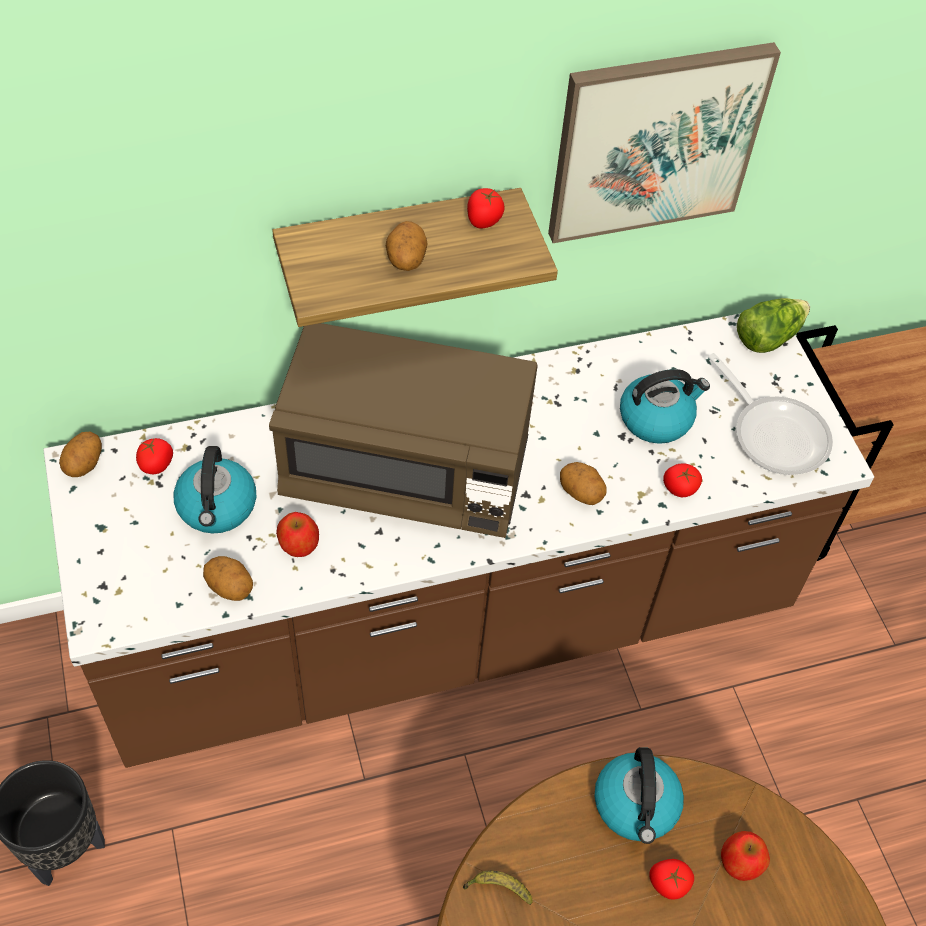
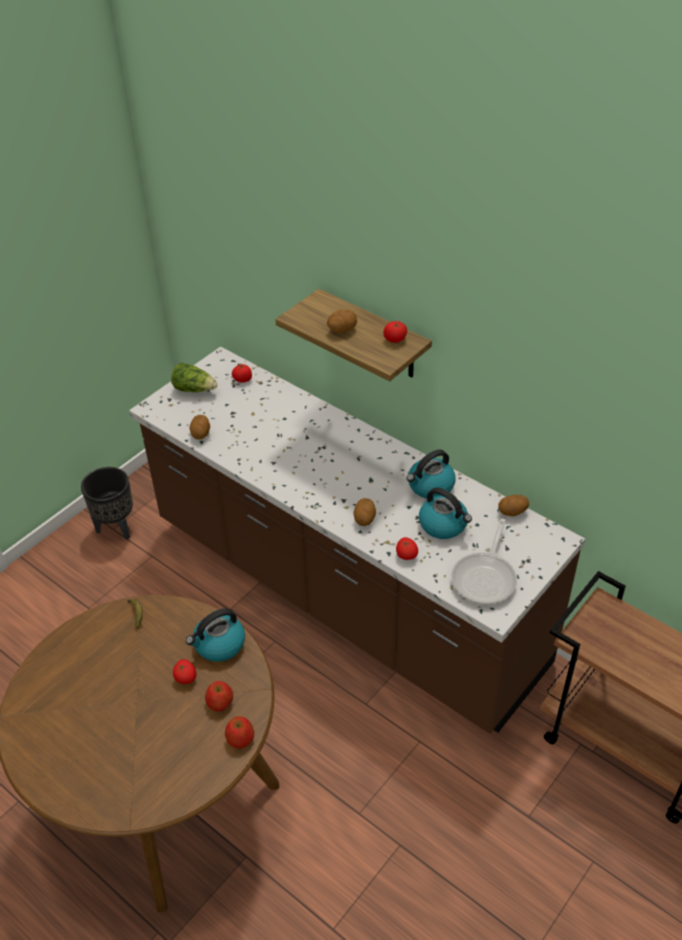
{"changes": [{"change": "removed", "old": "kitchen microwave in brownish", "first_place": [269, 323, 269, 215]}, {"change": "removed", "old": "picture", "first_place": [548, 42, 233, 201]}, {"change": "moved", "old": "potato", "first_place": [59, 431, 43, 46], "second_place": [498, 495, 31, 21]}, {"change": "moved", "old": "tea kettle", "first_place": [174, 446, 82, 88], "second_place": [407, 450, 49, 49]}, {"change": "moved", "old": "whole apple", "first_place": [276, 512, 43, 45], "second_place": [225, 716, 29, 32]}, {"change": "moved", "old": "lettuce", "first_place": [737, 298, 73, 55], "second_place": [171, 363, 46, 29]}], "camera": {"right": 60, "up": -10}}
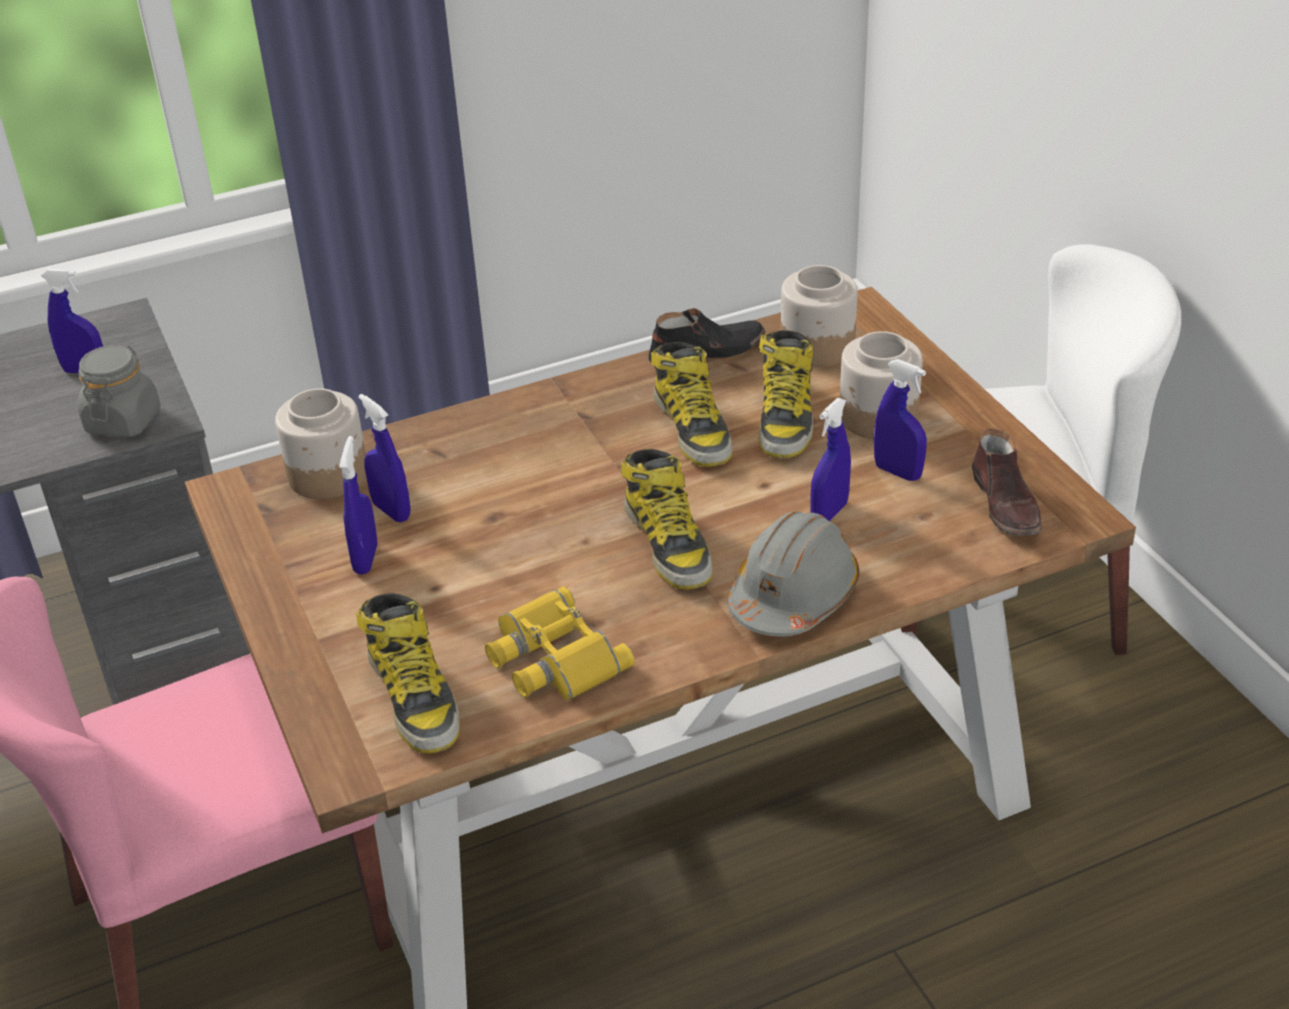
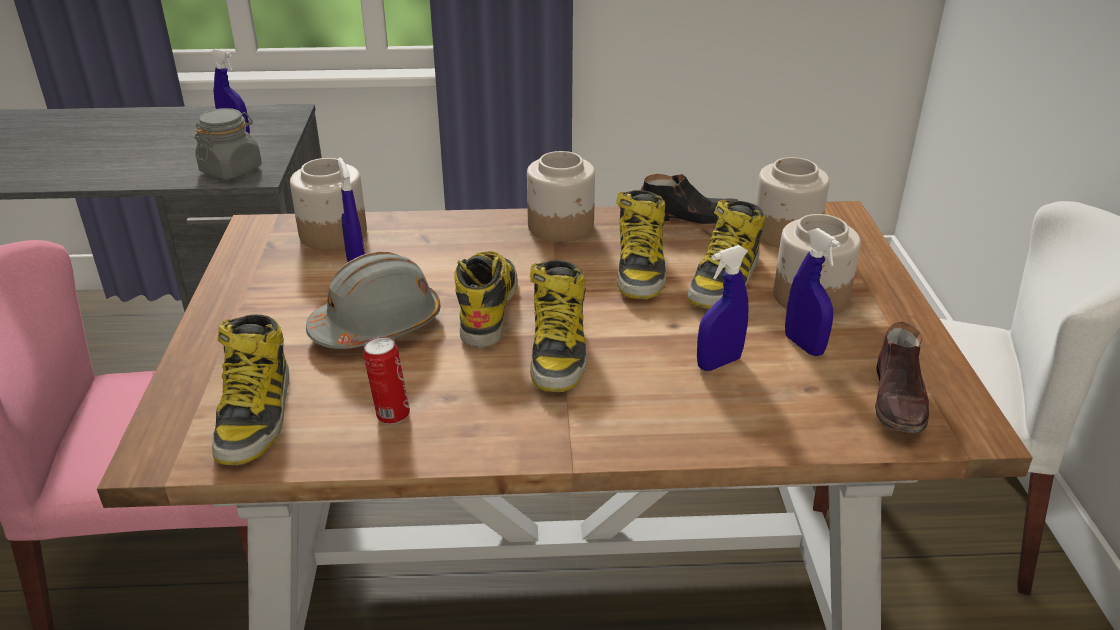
{"changes": [{"change": "removed", "old": "spray bottle in bluish", "first_place": [339, 436, 38, 138]}, {"change": "added", "new": "tall boot", "second_place": [454, 251, 64, 96]}, {"change": "added", "new": "storage jar", "second_place": [527, 151, 68, 91]}, {"change": "moved", "old": "work helmet in grey", "first_place": [728, 511, 132, 126], "second_place": [306, 252, 134, 97]}, {"change": "replaced", "old": "binoculars in yellow-coloured", "new": "sealed can", "first_place": [485, 587, 150, 114], "second_place": [363, 336, 47, 88]}], "camera": {"right": 20, "up": -5}}
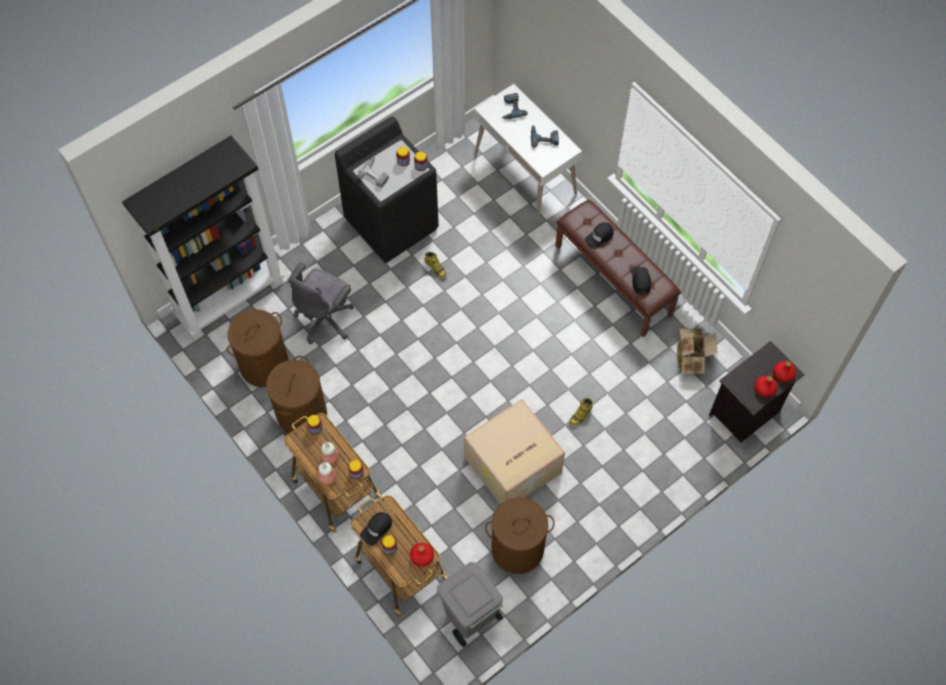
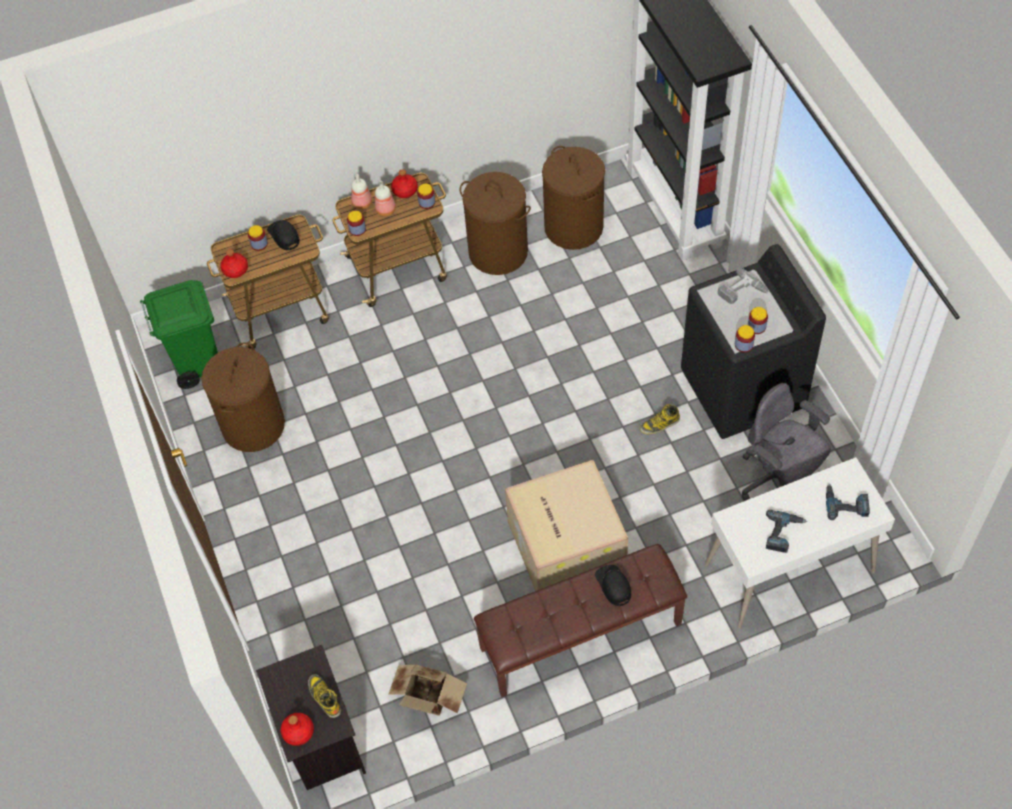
{"changes": [{"change": "removed", "old": "peaked cap in black", "first_place": [631, 267, 20, 28]}, {"change": "moved", "old": "desk chair in grey", "first_place": [288, 263, 66, 82], "second_place": [742, 383, 89, 118]}, {"change": "moved", "old": "packing box", "first_place": [464, 399, 101, 106], "second_place": [505, 460, 123, 131]}, {"change": "moved", "old": "tall boot", "first_place": [569, 398, 24, 29], "second_place": [308, 674, 33, 44]}, {"change": "moved", "old": "bottle in red-coloured", "first_place": [755, 376, 23, 21], "second_place": [391, 169, 27, 29]}, {"change": "recoloured", "old": "rubbish bin in grey", "new": "rubbish bin in greenish", "first_place": [437, 562, 66, 85], "second_place": [140, 280, 78, 109]}], "camera": {"right": 110, "up": -5}}
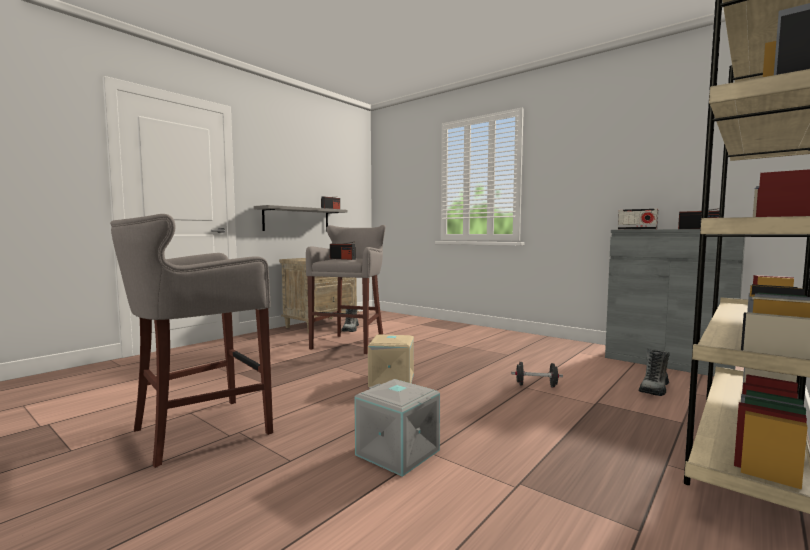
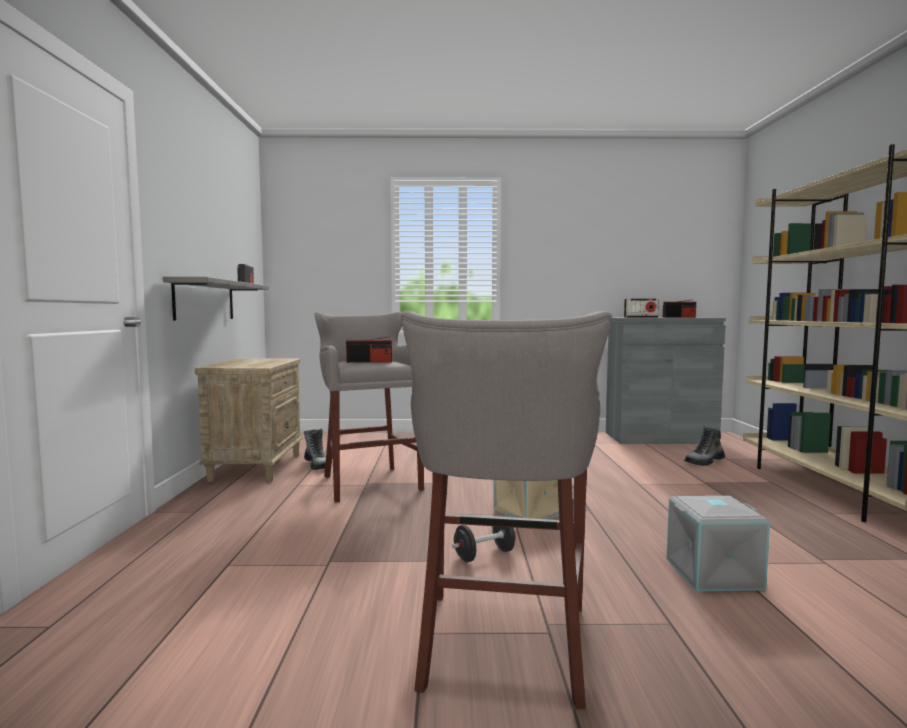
{"changes": [{"change": "moved", "old": "hand weight in black", "first_place": [511, 362, 52, 26], "second_place": [452, 516, 64, 46]}, {"change": "turned", "old": "tall boot", "first_place": [639, 349, 31, 47], "second_place": [684, 427, 41, 39], "degrees": 60}], "camera": {"right": -40, "up": 0}}
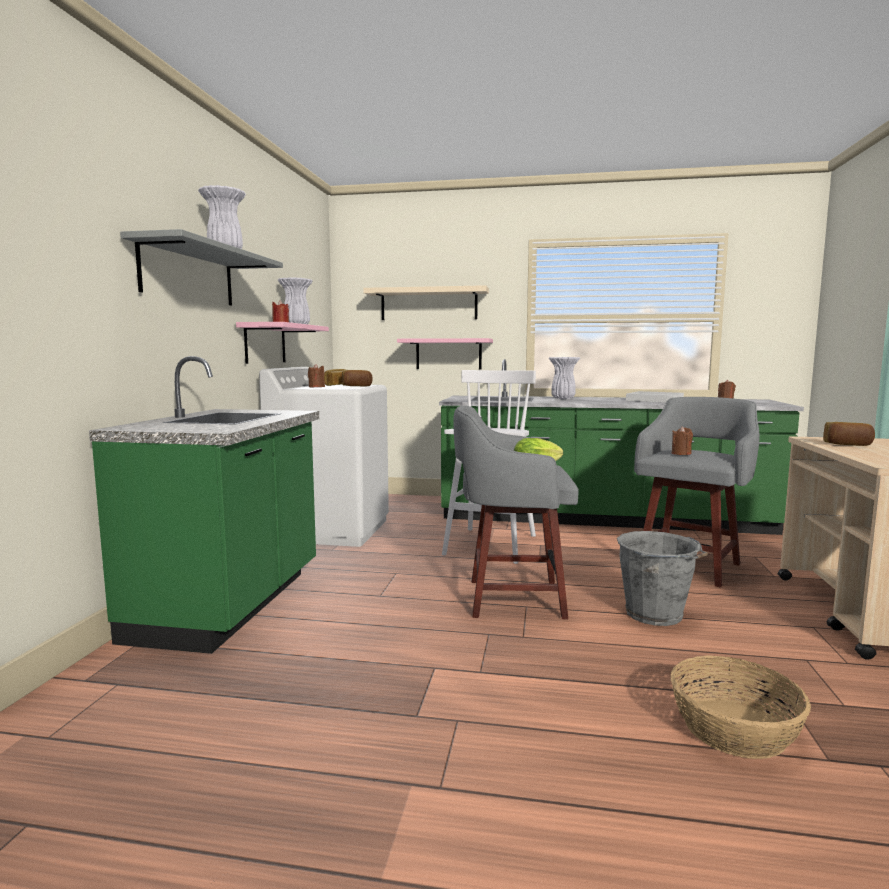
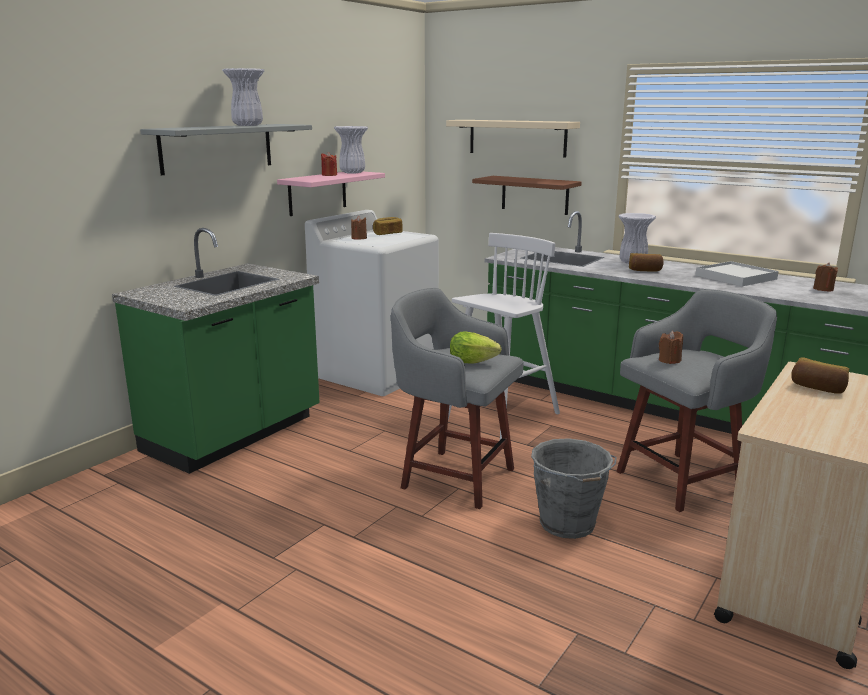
{"changes": [{"change": "removed", "old": "storage basket", "first_place": [670, 655, 141, 104]}, {"change": "moved", "old": "baked bread", "first_place": [342, 370, 31, 17], "second_place": [629, 253, 35, 19]}, {"change": "recoloured", "old": "bracket shelf in pink", "new": "bracket shelf in brownish", "first_place": [397, 338, 96, 31], "second_place": [472, 176, 110, 39]}], "camera": {"right": 25, "up": 10}}
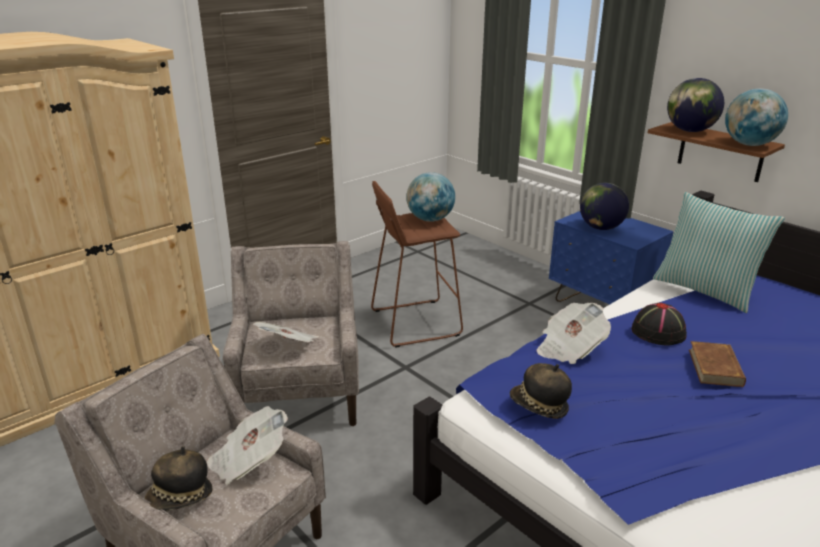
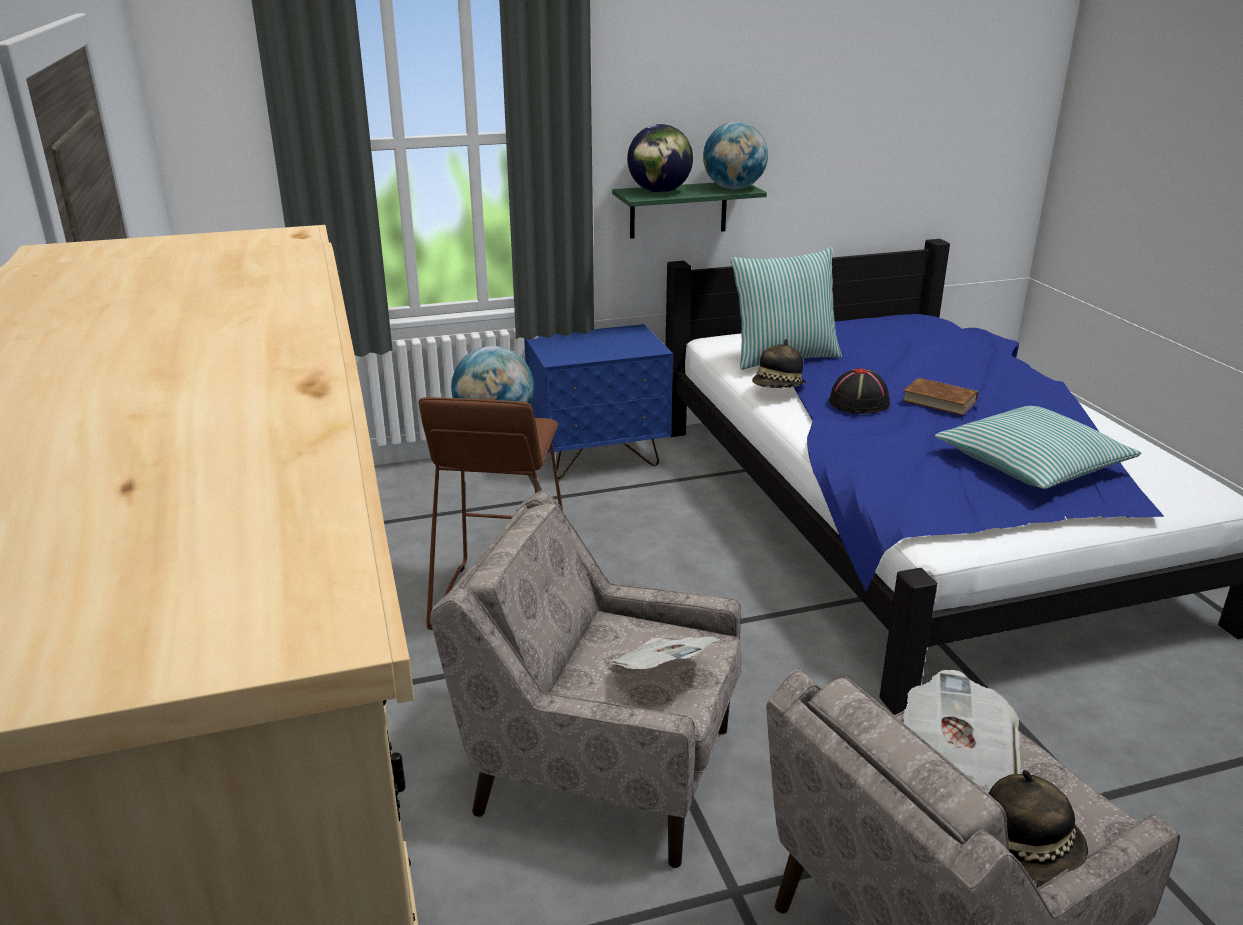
{"changes": [{"change": "removed", "old": "printed paper", "first_place": [537, 303, 74, 61]}, {"change": "removed", "old": "world globe", "first_place": [580, 183, 49, 47]}, {"change": "added", "new": "throw pillow", "second_place": [935, 406, 206, 83]}, {"change": "moved", "old": "clothing hat", "first_place": [510, 363, 62, 56], "second_place": [752, 339, 54, 49]}, {"change": "recoloured", "old": "bracket shelf in brownish", "new": "bracket shelf in greenish", "first_place": [648, 122, 137, 60], "second_place": [612, 183, 155, 56]}], "camera": {"right": -65, "up": 0}}
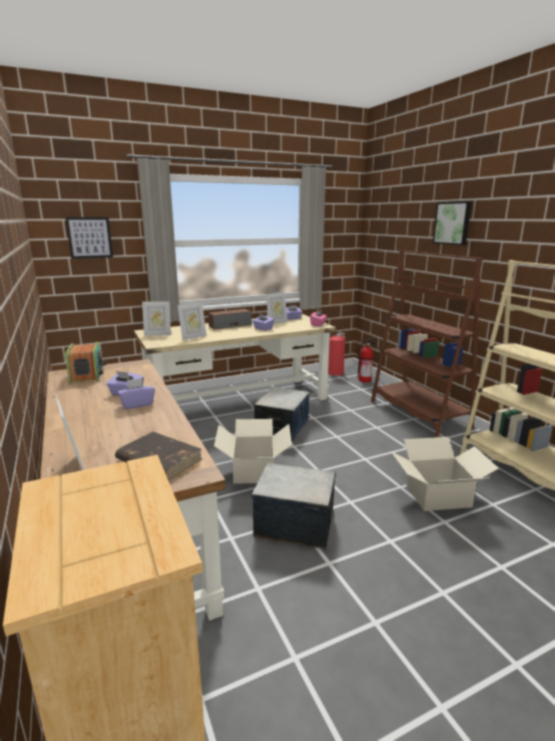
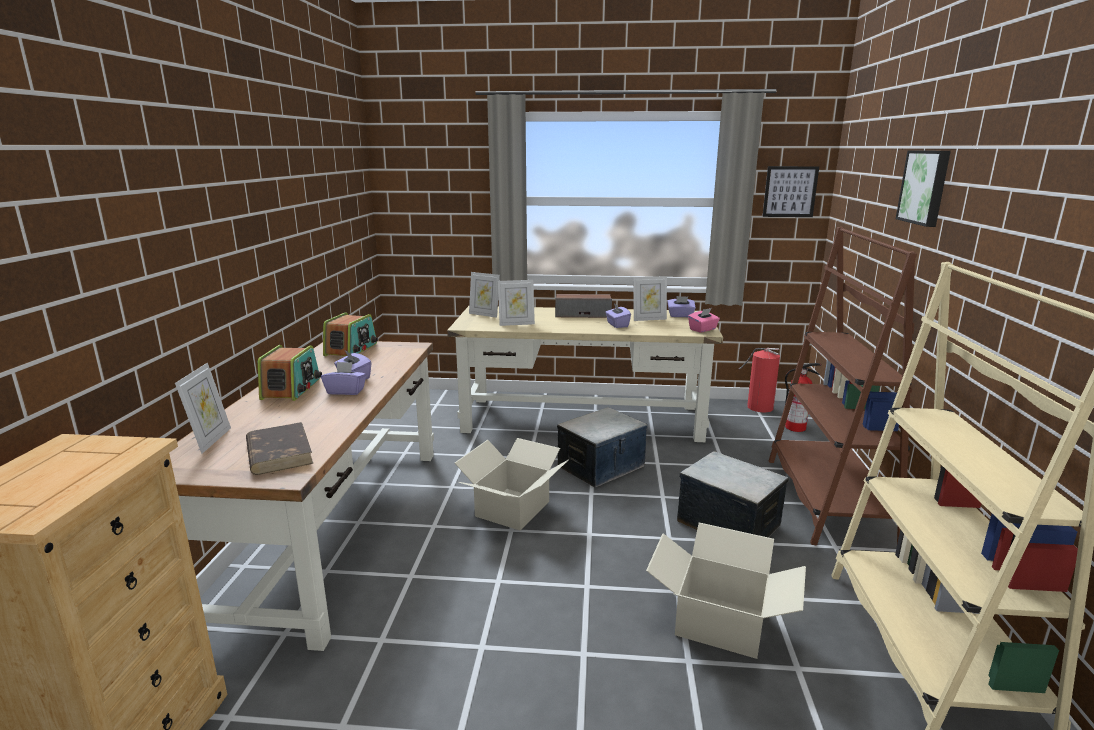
{"changes": [{"change": "added", "new": "radio", "second_place": [258, 345, 64, 56]}, {"change": "moved", "old": "picture", "first_place": [65, 217, 48, 42], "second_place": [762, 166, 57, 51]}, {"change": "moved", "old": "storage container", "first_place": [252, 463, 84, 86], "second_place": [677, 451, 112, 86]}], "camera": {"right": 30, "up": 0}}
